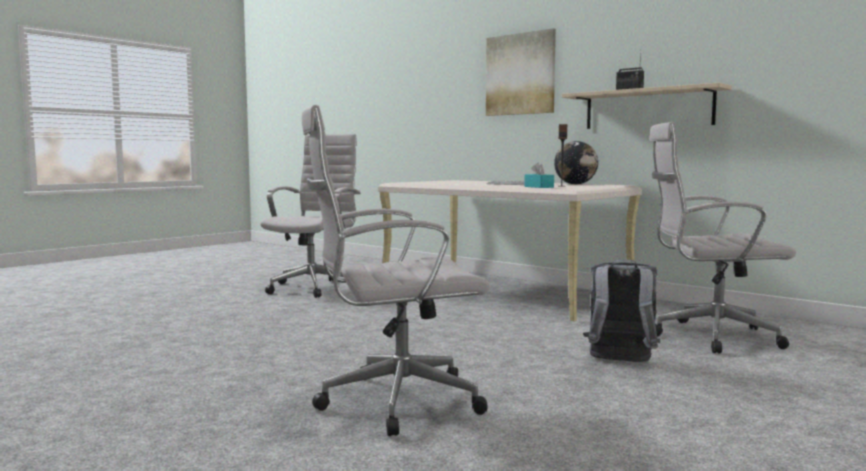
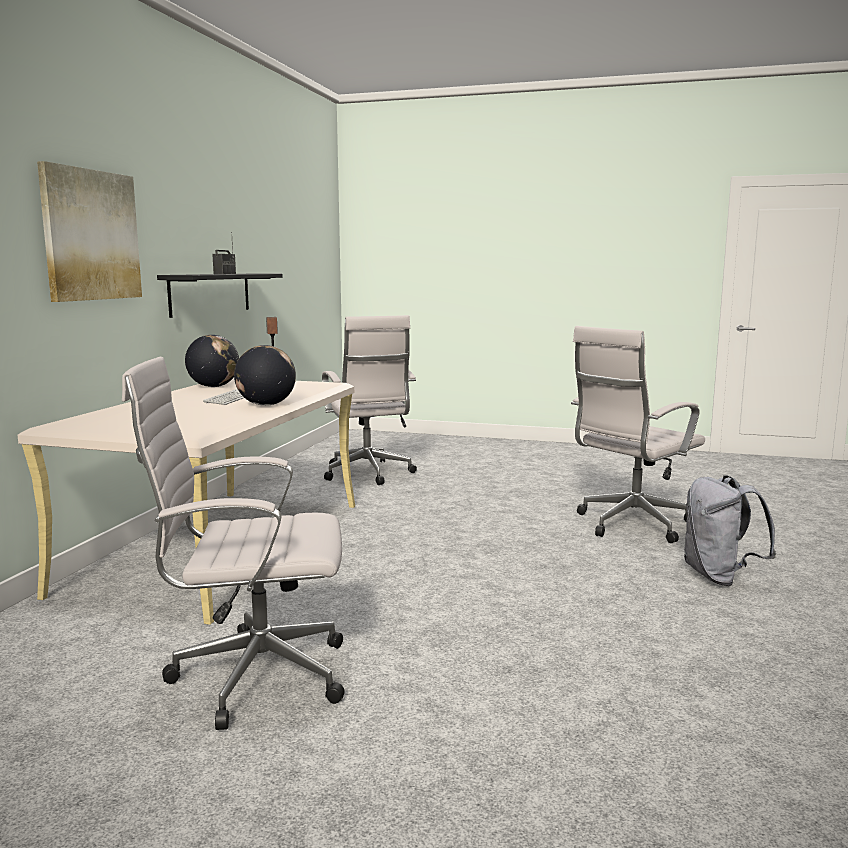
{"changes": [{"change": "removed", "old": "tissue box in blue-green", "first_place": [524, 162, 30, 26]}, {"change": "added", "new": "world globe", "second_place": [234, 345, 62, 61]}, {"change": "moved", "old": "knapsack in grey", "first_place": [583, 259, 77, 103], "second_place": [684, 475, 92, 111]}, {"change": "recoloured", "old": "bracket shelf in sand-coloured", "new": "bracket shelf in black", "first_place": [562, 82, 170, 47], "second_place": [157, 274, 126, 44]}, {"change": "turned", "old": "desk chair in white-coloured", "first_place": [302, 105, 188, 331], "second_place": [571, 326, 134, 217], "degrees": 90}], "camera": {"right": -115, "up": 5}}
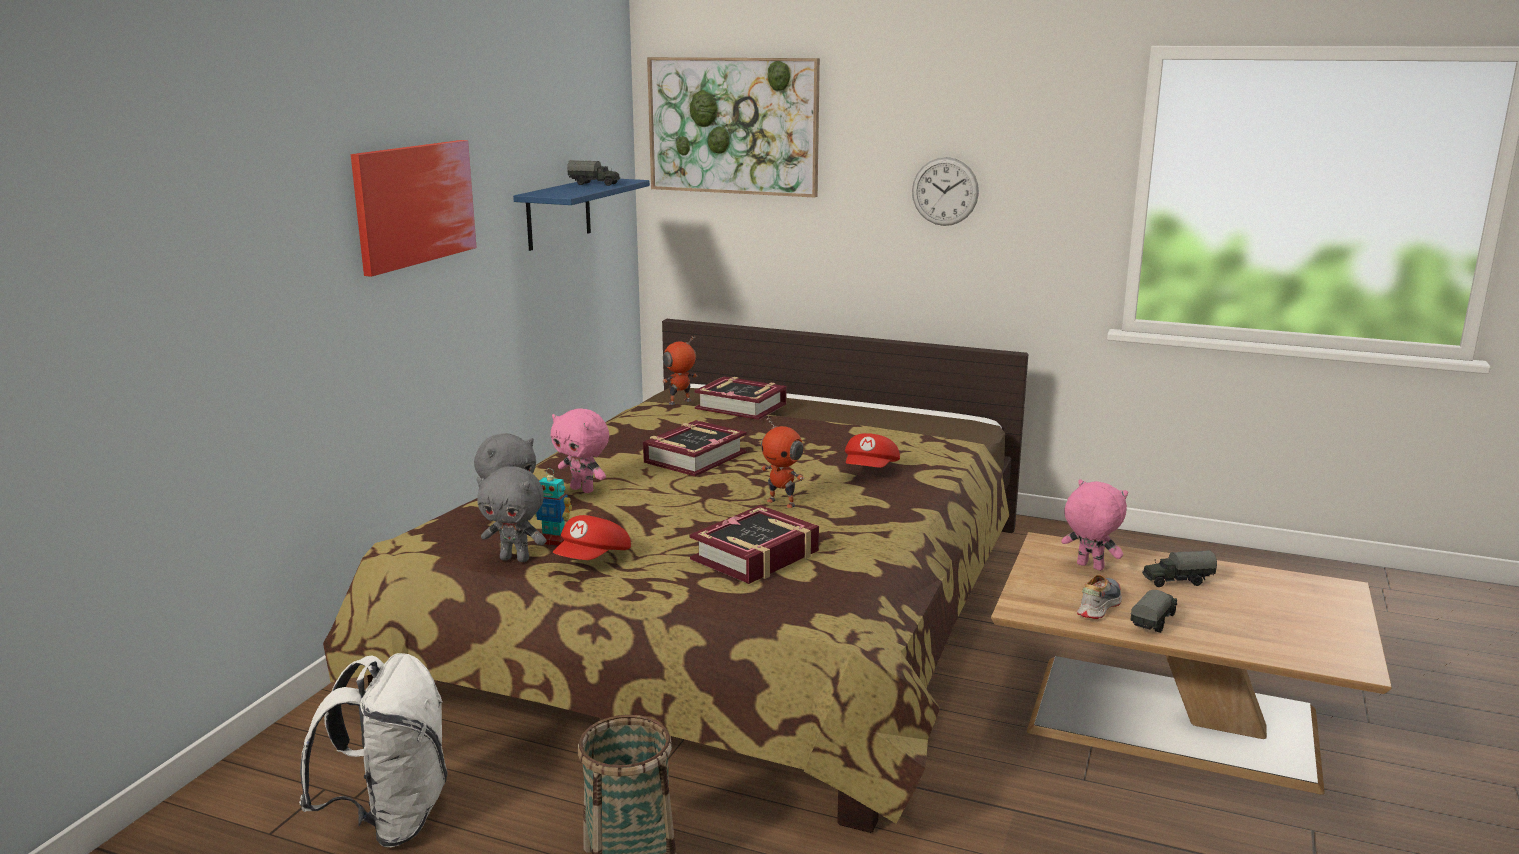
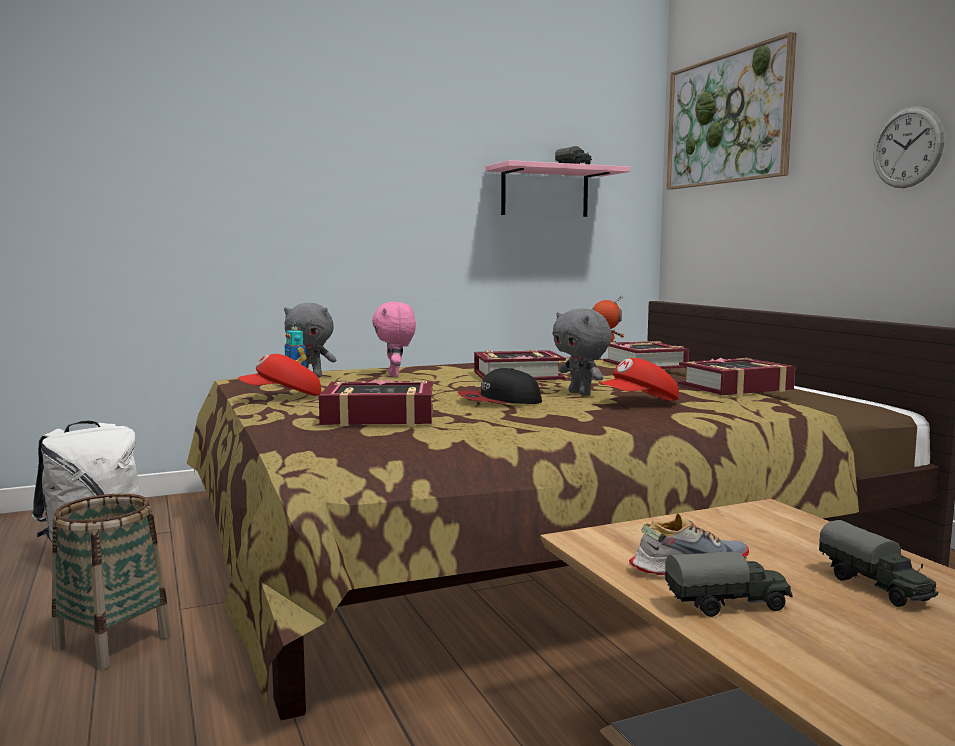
{"changes": [{"change": "removed", "old": "picture", "first_place": [351, 140, 126, 137]}, {"change": "removed", "old": "soft toy in pink", "first_place": [1061, 479, 67, 92]}, {"change": "added", "new": "bound book", "second_place": [678, 358, 117, 37]}, {"change": "moved", "old": "soft toy in grey", "first_place": [476, 466, 71, 96], "second_place": [552, 308, 60, 88]}, {"change": "replaced", "old": "model robot", "new": "peaked cap", "first_place": [761, 416, 43, 92], "second_place": [458, 368, 84, 36]}, {"change": "recoloured", "old": "bracket shelf in bluish", "new": "bracket shelf in pink", "first_place": [513, 179, 137, 72], "second_place": [485, 160, 146, 57]}, {"change": "turned", "old": "toy truck", "first_place": [1142, 550, 75, 37], "second_place": [819, 520, 119, 87], "degrees": -150}], "camera": {"right": 45, "up": -10}}
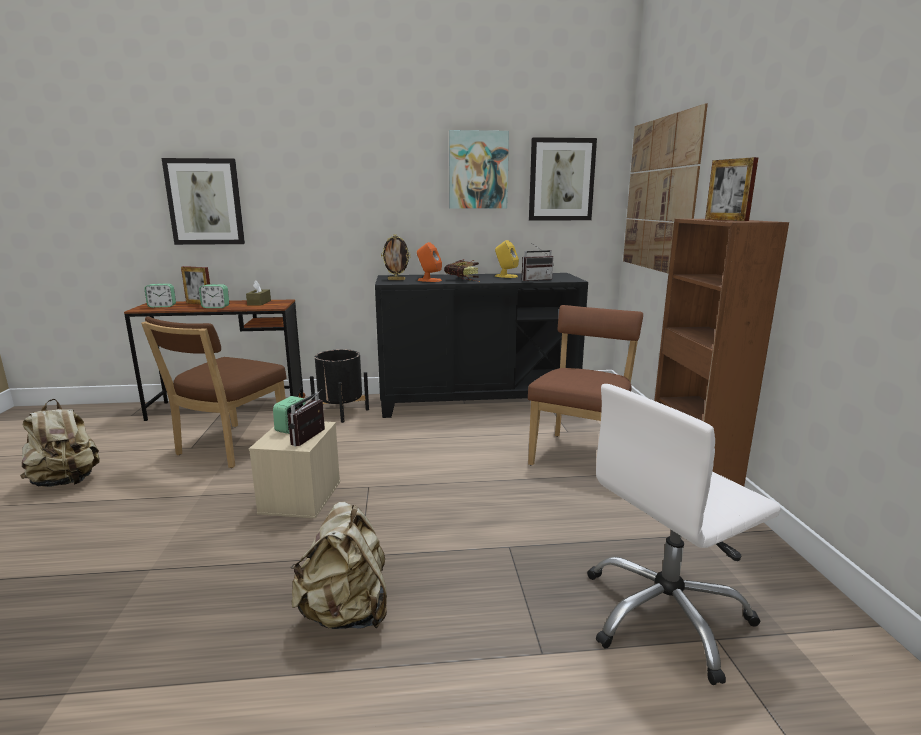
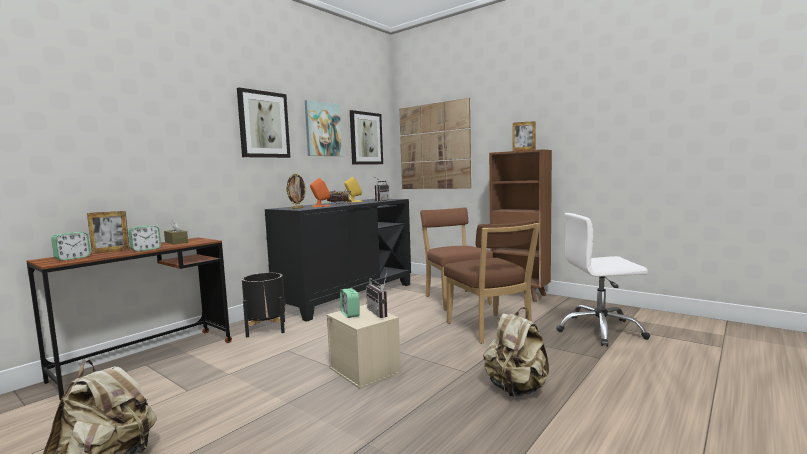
{"changes": [{"change": "moved", "old": "chair in brownish", "first_place": [141, 316, 146, 152], "second_place": [444, 219, 96, 125]}, {"change": "moved", "old": "picture", "first_place": [162, 158, 83, 87], "second_place": [237, 88, 54, 70]}, {"change": "turned", "old": "desk chair in white-coloured", "first_place": [587, 384, 194, 301], "second_place": [556, 213, 94, 134], "degrees": 75}], "camera": {"right": -45, "up": -10}}
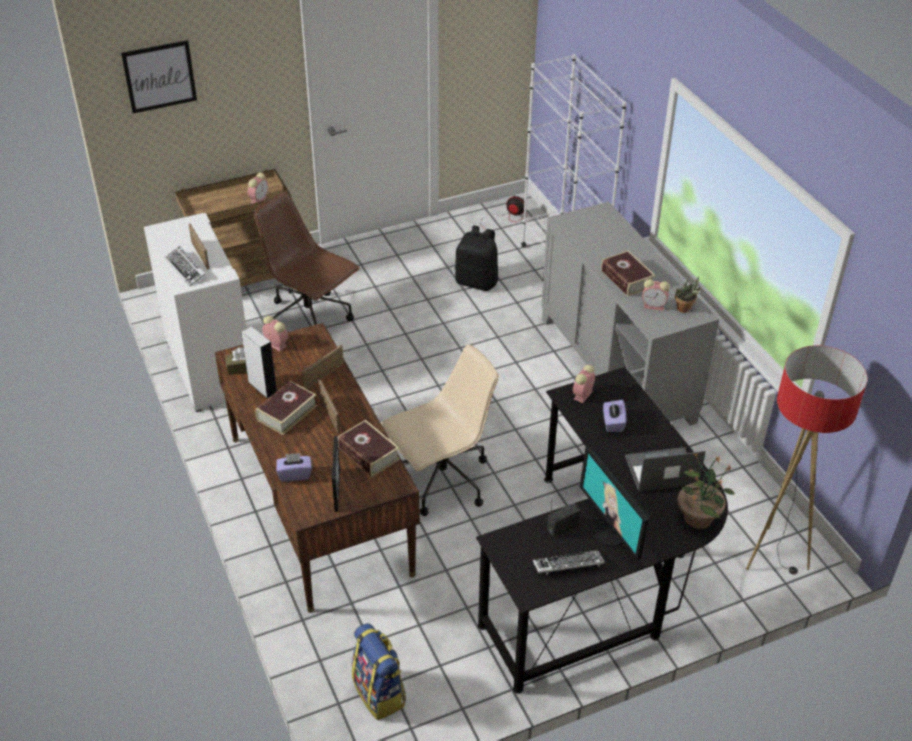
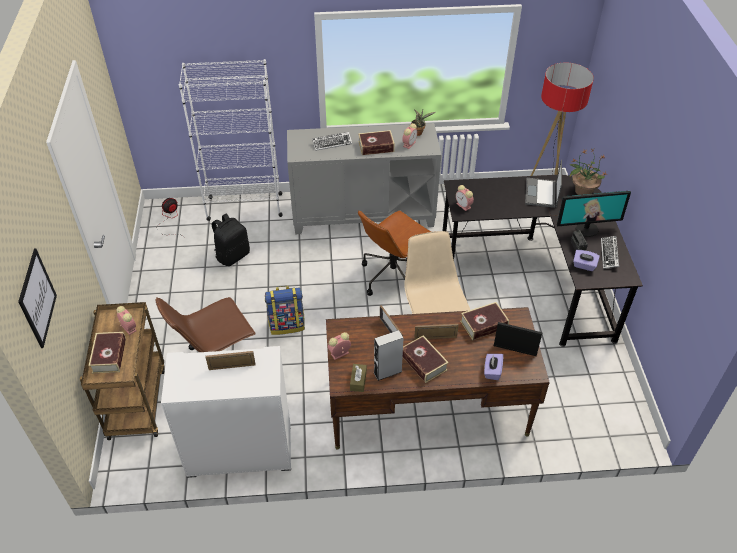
{"changes": [{"change": "added", "new": "bound book", "second_place": [88, 332, 38, 41]}, {"change": "added", "new": "desk chair in brownish", "second_place": [358, 210, 73, 86]}, {"change": "moved", "old": "keyboard", "first_place": [165, 246, 41, 40], "second_place": [312, 132, 40, 19]}, {"change": "moved", "old": "knapsack", "first_place": [352, 623, 54, 97], "second_place": [265, 286, 40, 49]}, {"change": "moved", "old": "tissue box in purple", "first_place": [603, 400, 23, 32], "second_place": [573, 250, 27, 21]}], "camera": {"right": -70, "up": 5}}
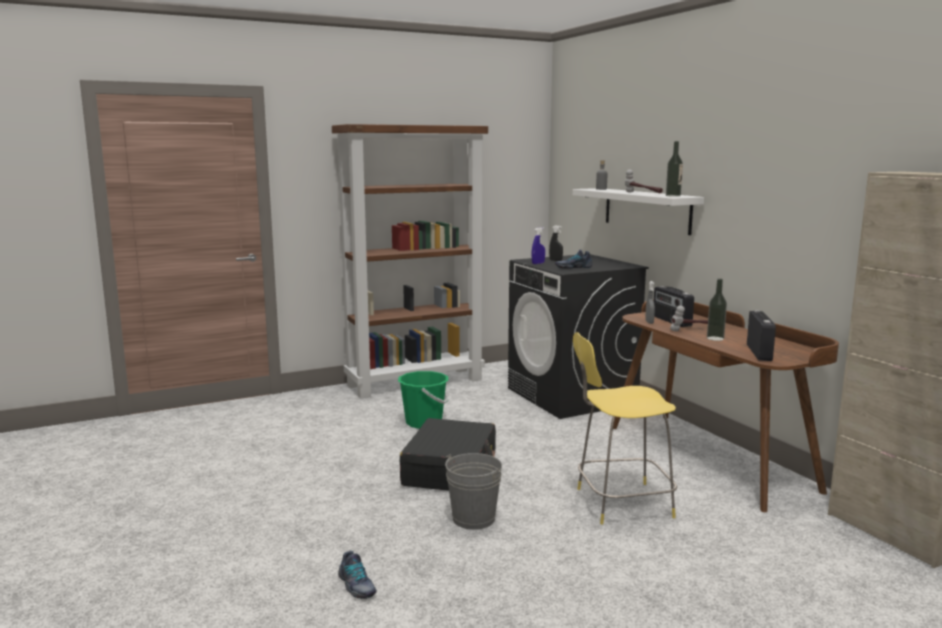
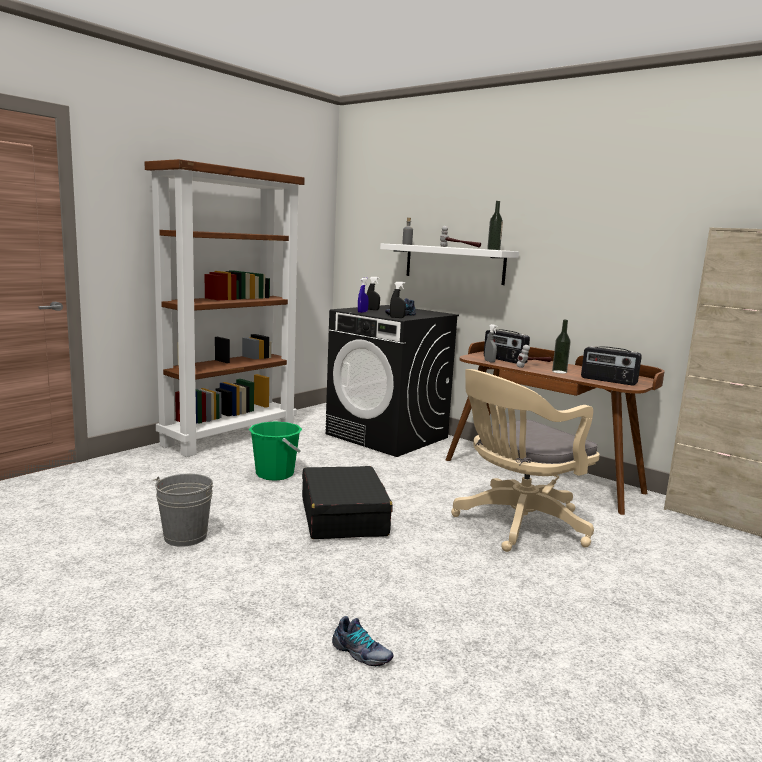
{"changes": [{"change": "added", "new": "spray bottle in black", "second_place": [390, 282, 16, 36]}, {"change": "moved", "old": "pail in grey", "first_place": [445, 453, 57, 77], "second_place": [153, 474, 60, 73]}, {"change": "replaced", "old": "sitting stool in yellow-coloured", "new": "desk chair in sand-coloured", "first_place": [573, 332, 104, 192], "second_place": [451, 369, 149, 183]}, {"change": "turned", "old": "radio", "first_place": [747, 310, 29, 51], "second_place": [581, 346, 61, 40], "degrees": 135}], "camera": {"right": -25, "up": 0}}
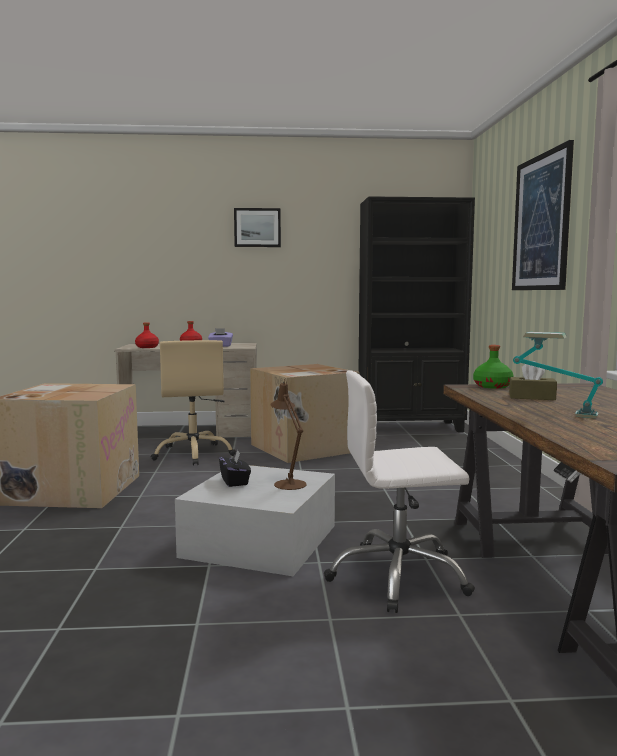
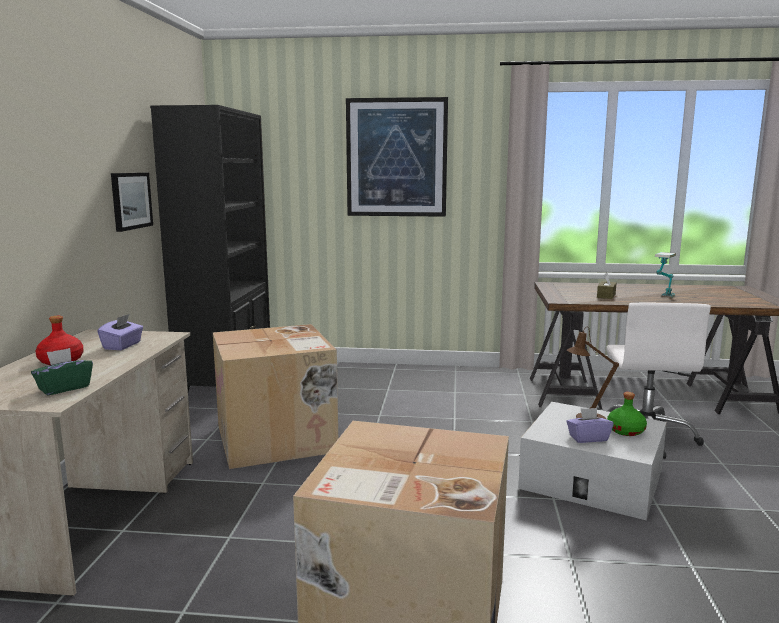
{"changes": [{"change": "removed", "old": "desk chair in sand-coloured", "first_place": [151, 340, 85, 125]}, {"change": "moved", "old": "picture", "first_place": [234, 208, 47, 39], "second_place": [111, 173, 42, 59]}, {"change": "moved", "old": "bottle in greenish", "first_place": [473, 345, 41, 44], "second_place": [607, 392, 40, 44]}, {"change": "replaced", "old": "bottle in red-coloured", "new": "tissue box in greenish", "first_place": [135, 322, 24, 26], "second_place": [31, 348, 62, 47]}, {"change": "recoloured", "old": "tissue box in black", "new": "tissue box in purple", "first_place": [219, 450, 32, 37], "second_place": [566, 408, 48, 35]}], "camera": {"right": -80, "up": 5}}
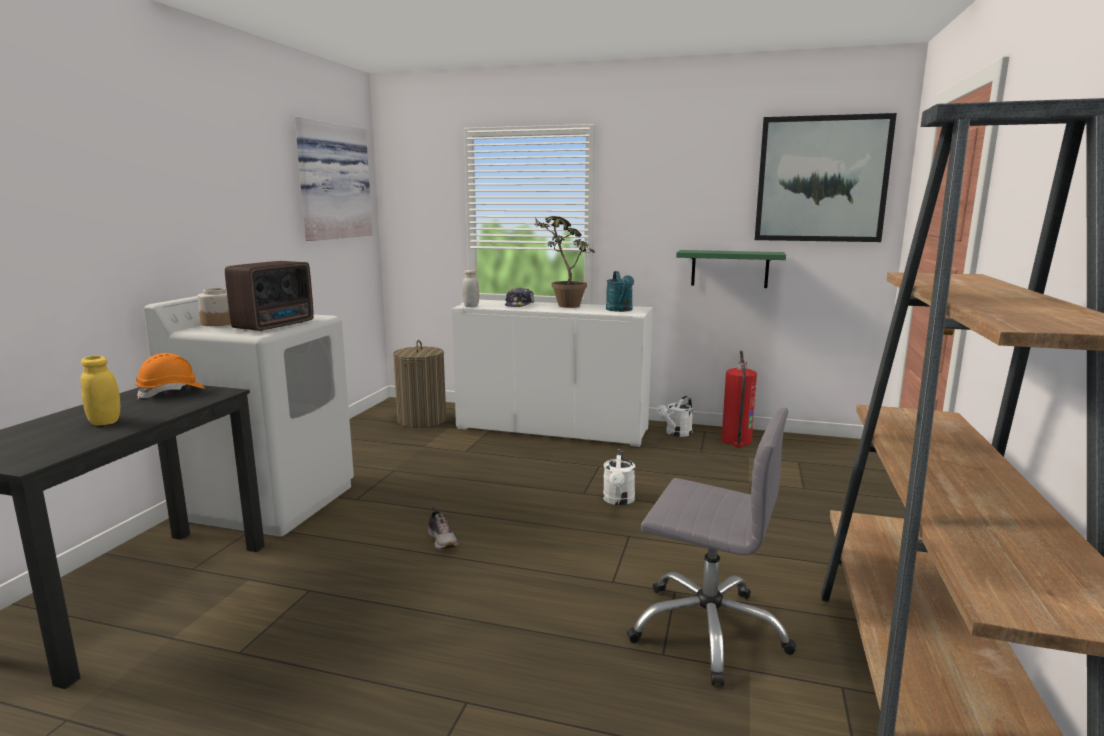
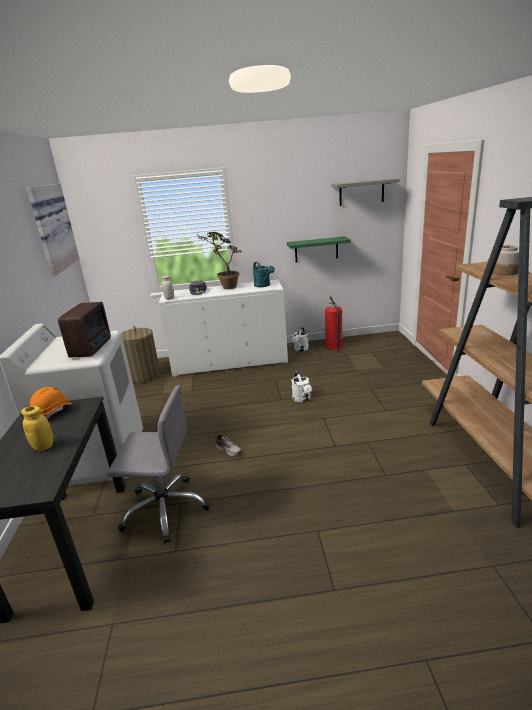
{"changes": [{"change": "moved", "old": "storage jar", "first_place": [197, 288, 34, 38], "second_place": [493, 245, 26, 30]}, {"change": "moved", "old": "desk chair in grey", "first_place": [627, 408, 169, 278], "second_place": [107, 385, 103, 159]}, {"change": "replaced", "old": "picture", "new": "bracket shelf in grey", "first_place": [755, 113, 142, 129], "second_place": [331, 178, 69, 28]}], "camera": {"right": -20, "up": 10}}
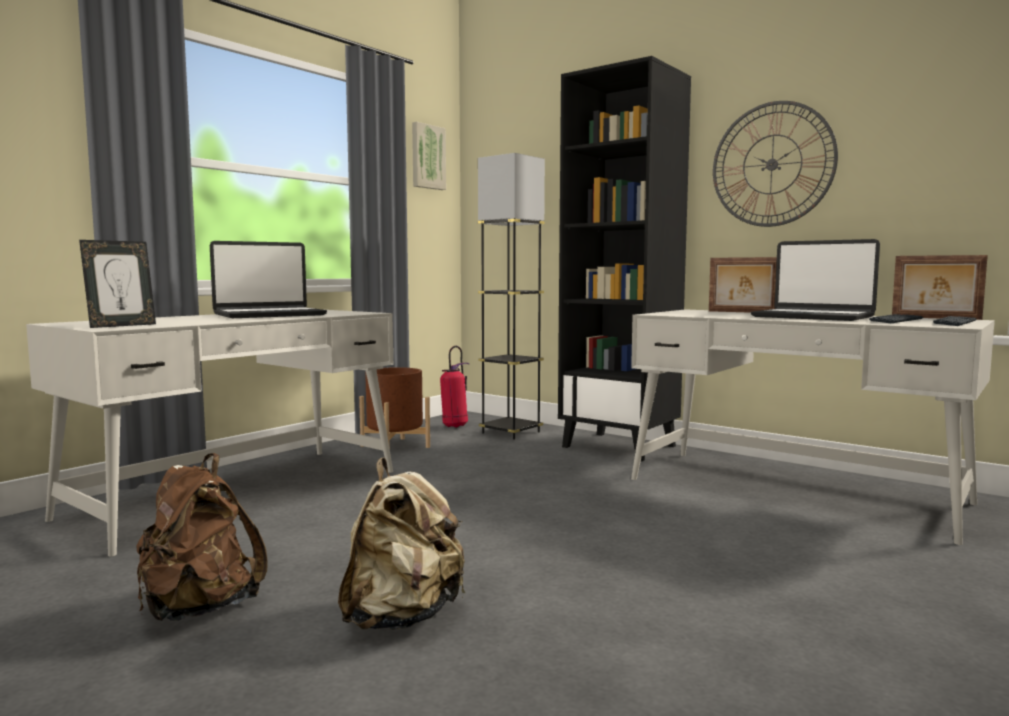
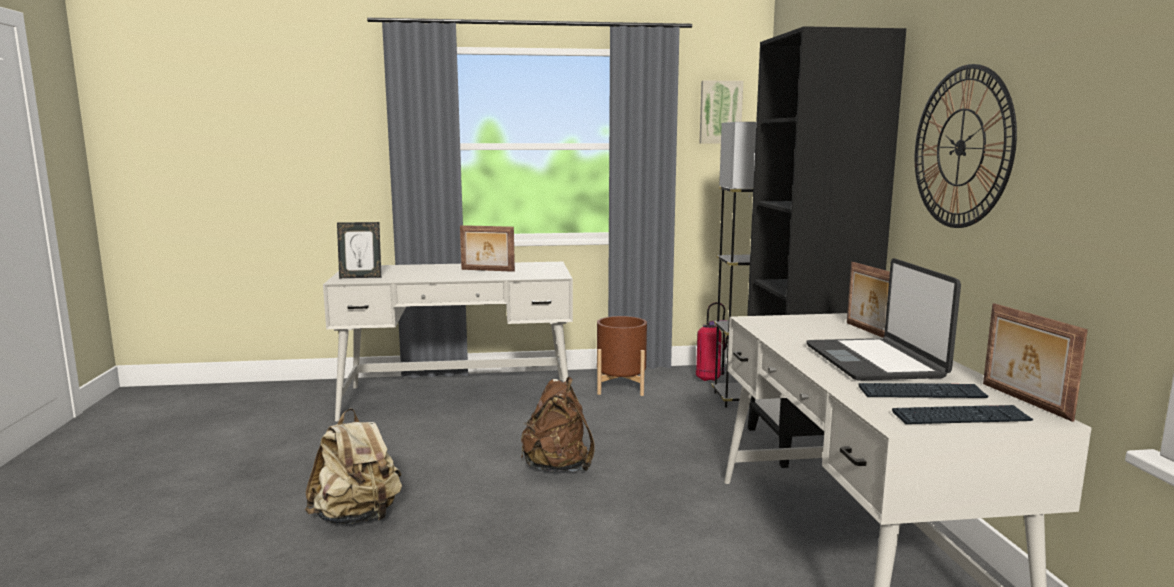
{"changes": [{"change": "moved", "old": "knapsack in brownish", "first_place": [136, 453, 132, 168], "second_place": [521, 377, 74, 95]}, {"change": "replaced", "old": "laptop", "new": "standing frame", "first_place": [210, 241, 117, 77], "second_place": [460, 225, 55, 47]}], "camera": {"right": 45, "up": 5}}
